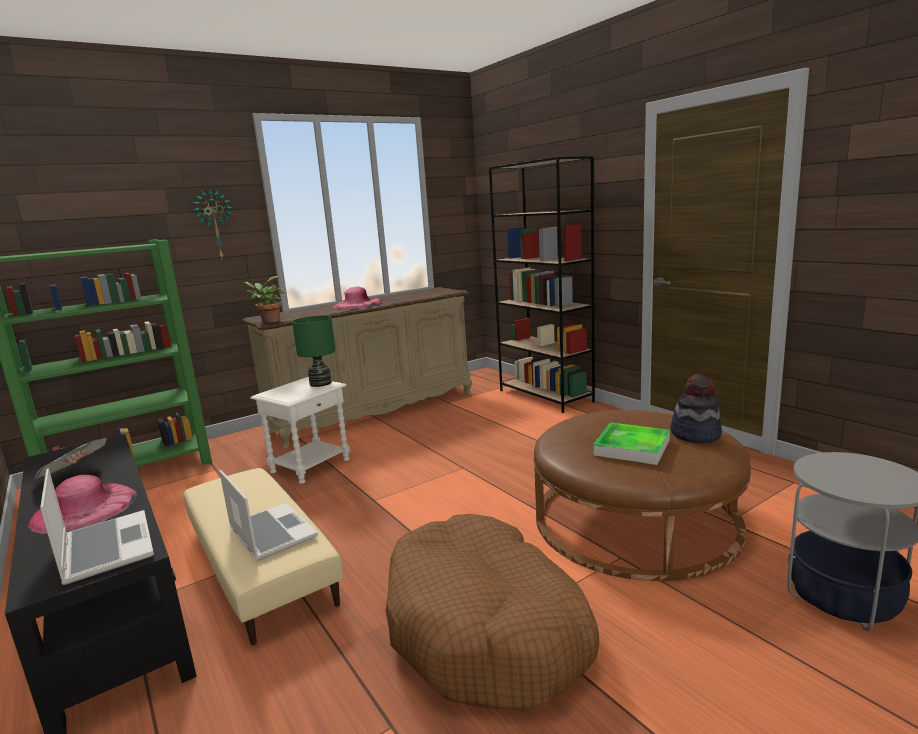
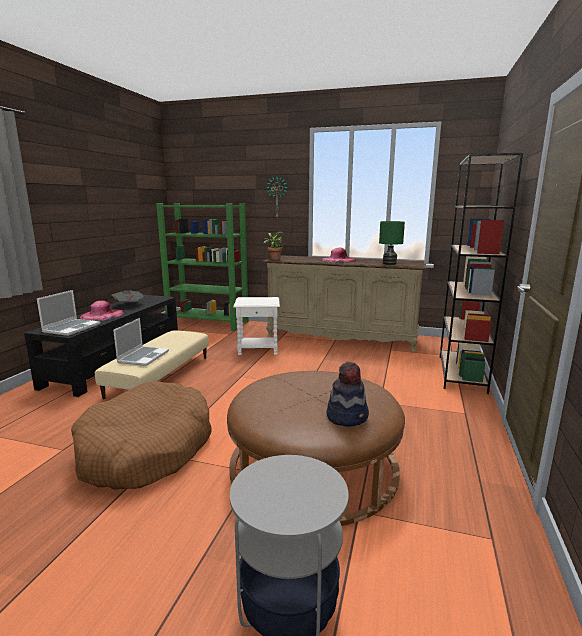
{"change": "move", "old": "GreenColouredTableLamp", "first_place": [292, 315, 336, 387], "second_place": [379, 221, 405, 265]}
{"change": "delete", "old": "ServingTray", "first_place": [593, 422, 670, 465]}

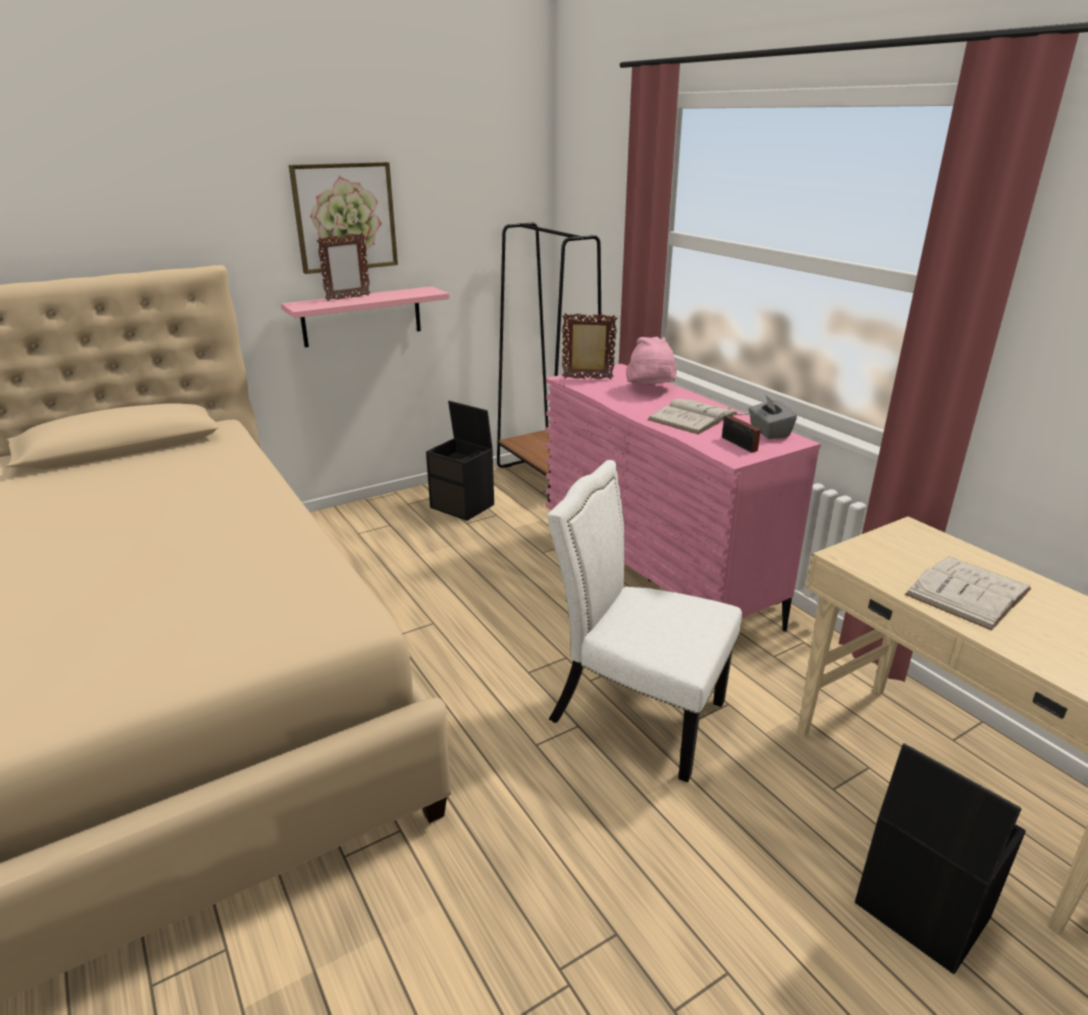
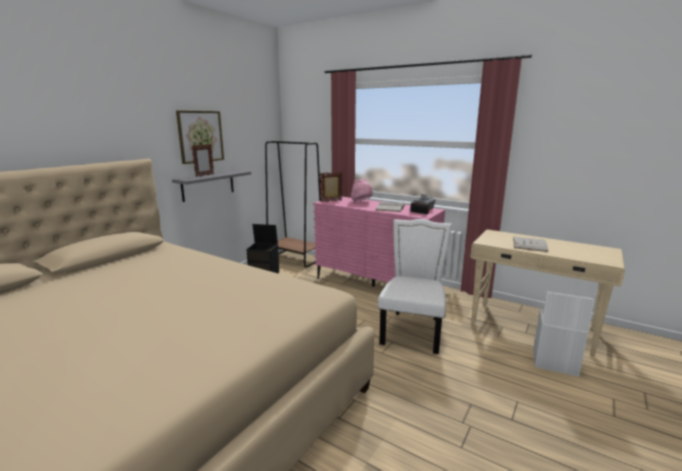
{"change": "recolor", "old": "PinkishWallShelf", "new": "GrayWallShelf", "first_place": [281, 286, 449, 347], "second_place": [172, 170, 251, 202]}
{"change": "rotate", "old": "WhitishChair", "first_place": [547, 460, 742, 782], "second_place": [378, 219, 452, 354], "degrees": 105}
{"change": "recolor", "old": "BlackStorageBox", "new": "WhitishStorageBox", "first_place": [855, 743, 1026, 974], "second_place": [533, 292, 594, 377]}

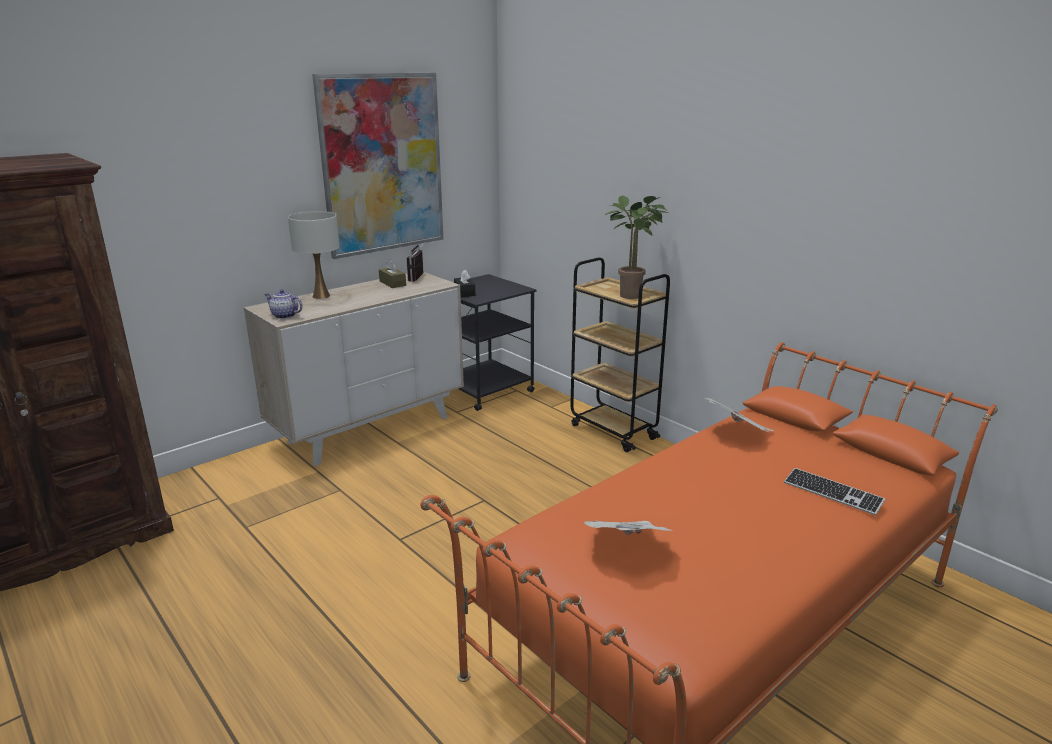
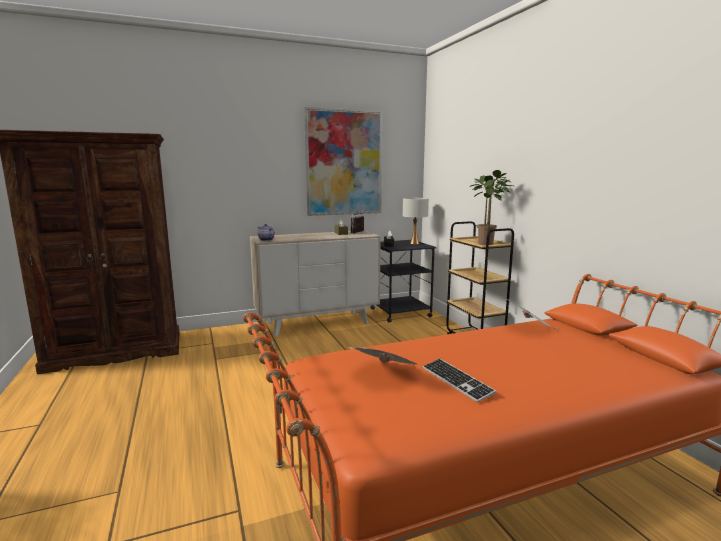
{"change": "move", "old": "WhitishTableLamp", "first_place": [288, 211, 340, 299], "second_place": [403, 198, 429, 244]}
{"change": "move", "old": "ComputerKeyboard", "first_place": [784, 468, 885, 515], "second_place": [423, 359, 496, 402]}

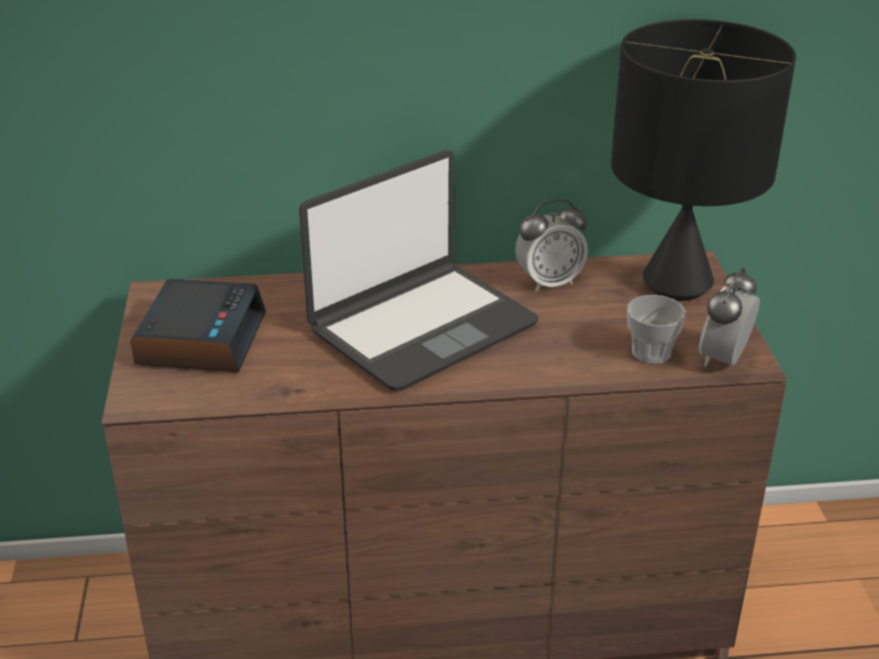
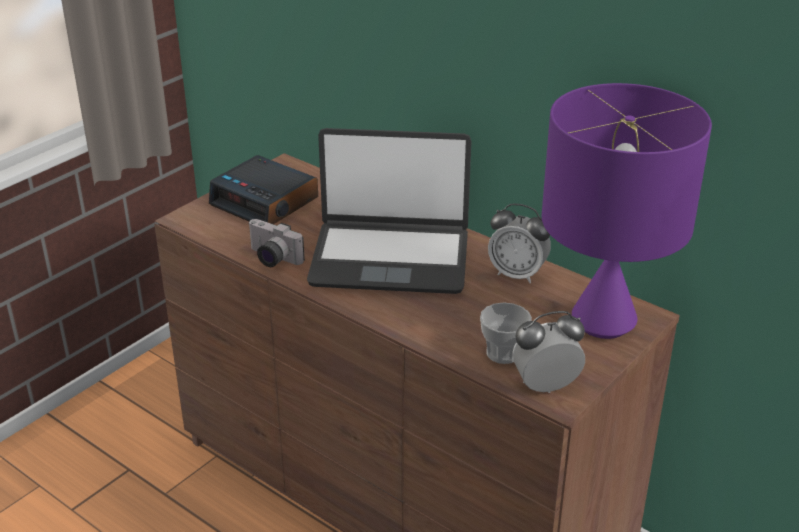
{"change": "rotate", "old": "AlarmClock", "first_place": [130, 279, 266, 372], "second_place": [209, 155, 318, 224], "degrees": 75}
{"change": "recolor", "old": "BlackTableLamp", "new": "PurpleTableLamp", "first_place": [611, 19, 796, 301], "second_place": [542, 83, 712, 339]}
{"change": "insert", "new": "StillCamera", "second_place": [248, 219, 305, 267]}

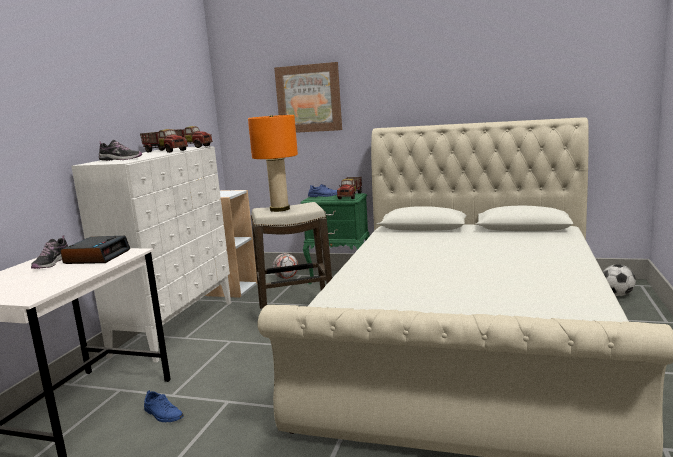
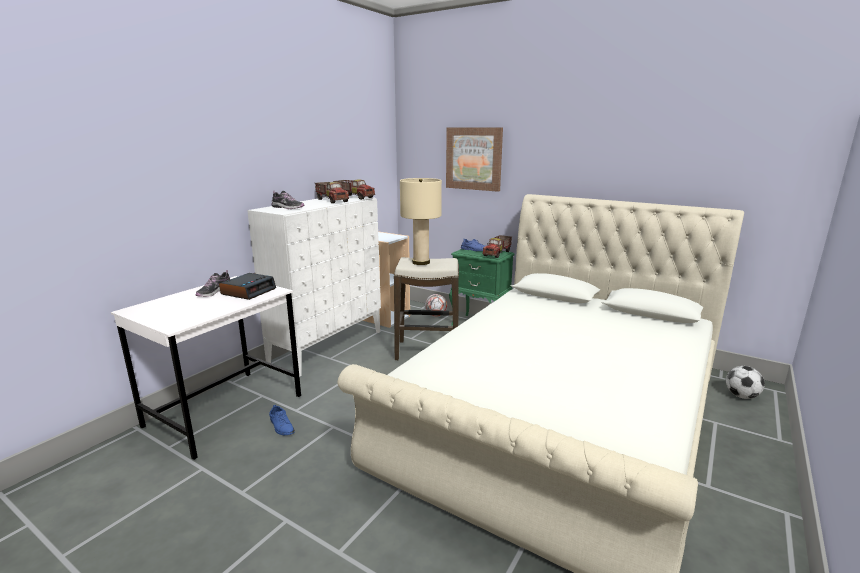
{"change": "recolor", "old": "OrangeyTableLamp", "new": "BeigeTableLamp", "first_place": [248, 115, 298, 212], "second_place": [400, 178, 442, 265]}

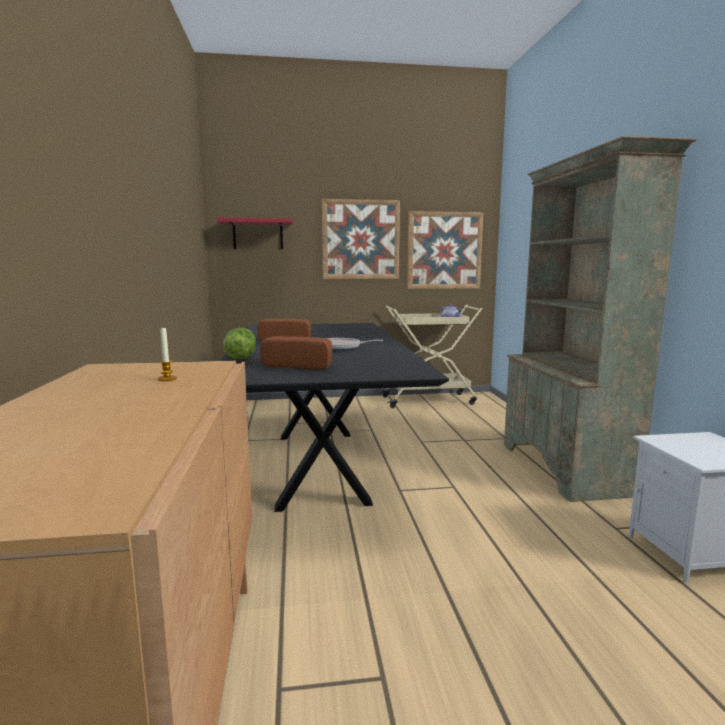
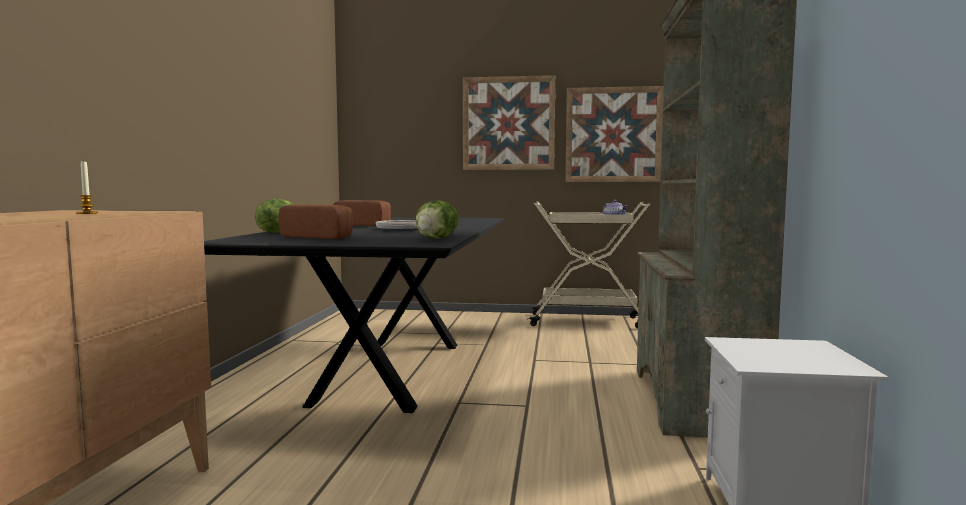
{"change": "delete", "old": "RedWallShelf", "first_place": [217, 217, 293, 249]}
{"change": "insert", "new": "HeadOfLettuce", "second_place": [416, 200, 458, 239]}

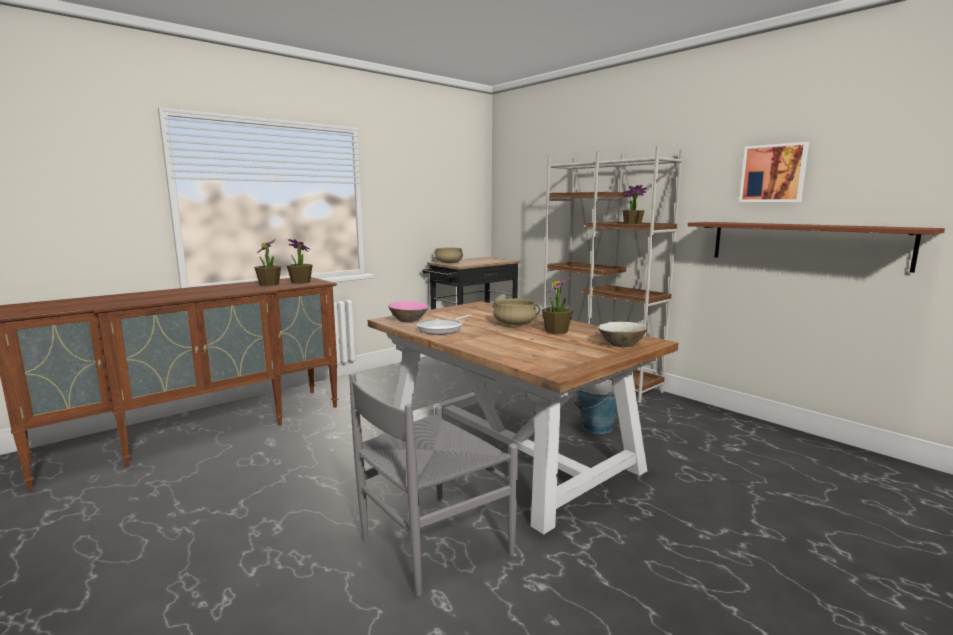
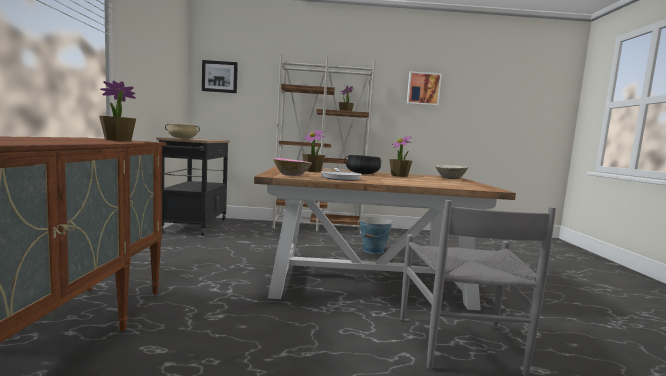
{"change": "move", "old": "Houseplant", "first_place": [254, 239, 281, 286], "second_place": [302, 130, 325, 172]}
{"change": "recolor", "old": "BeigeSaucepot", "new": "BlackSaucepot", "first_place": [493, 298, 540, 325], "second_place": [344, 155, 381, 174]}
{"change": "delete", "old": "BrownWallShelf", "first_place": [688, 222, 945, 273]}
{"change": "insert", "new": "WallArt", "second_place": [202, 60, 238, 93]}

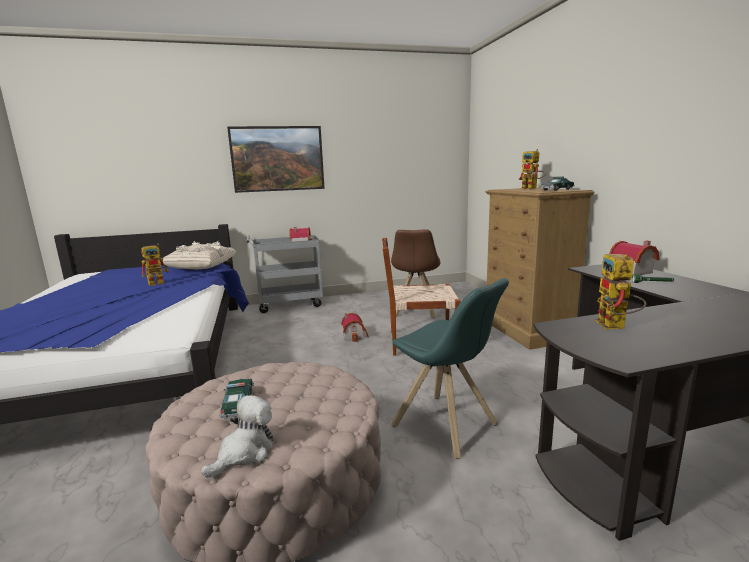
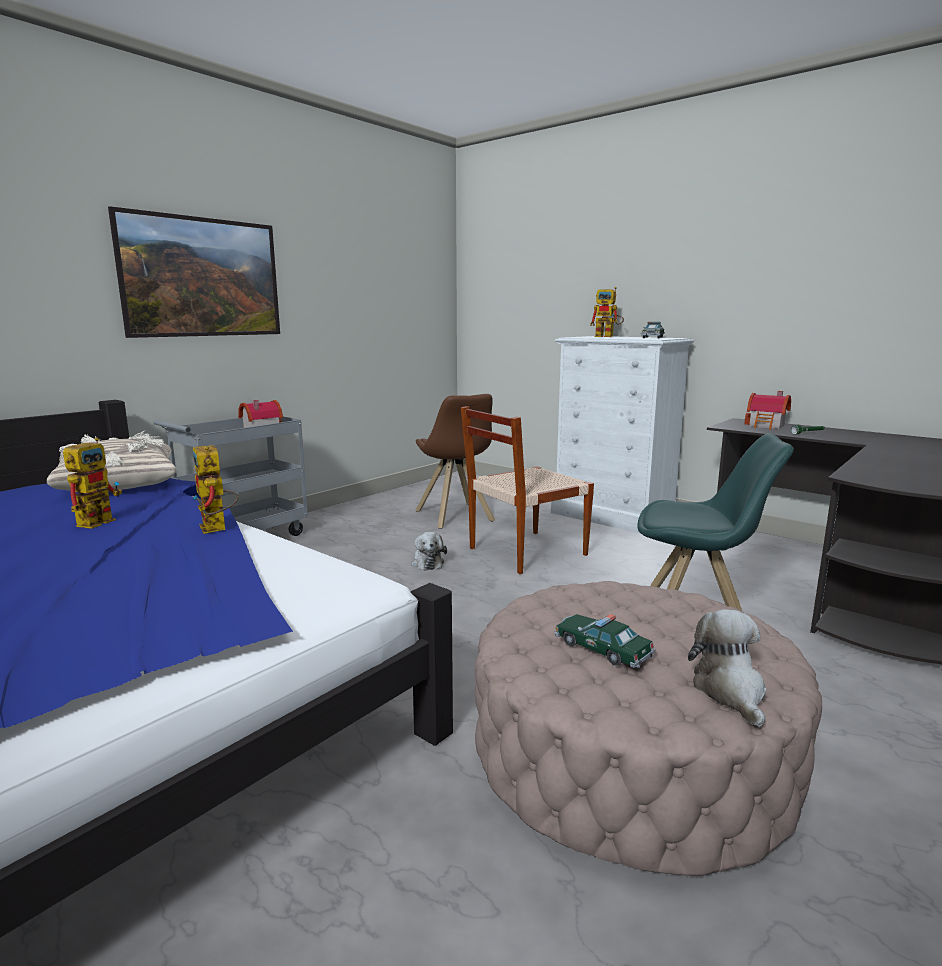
{"change": "replace", "old": "MiniatureHouse", "new": "CuddlyToy", "first_place": [341, 313, 369, 342], "second_place": [411, 532, 447, 570]}
{"change": "recolor", "old": "BrownChestOfDrawers", "new": "WhitishChestOfDrawers", "first_place": [485, 188, 594, 350], "second_place": [551, 336, 694, 534]}
{"change": "move", "old": "ModelRobot", "first_place": [595, 254, 646, 329], "second_place": [193, 445, 238, 534]}

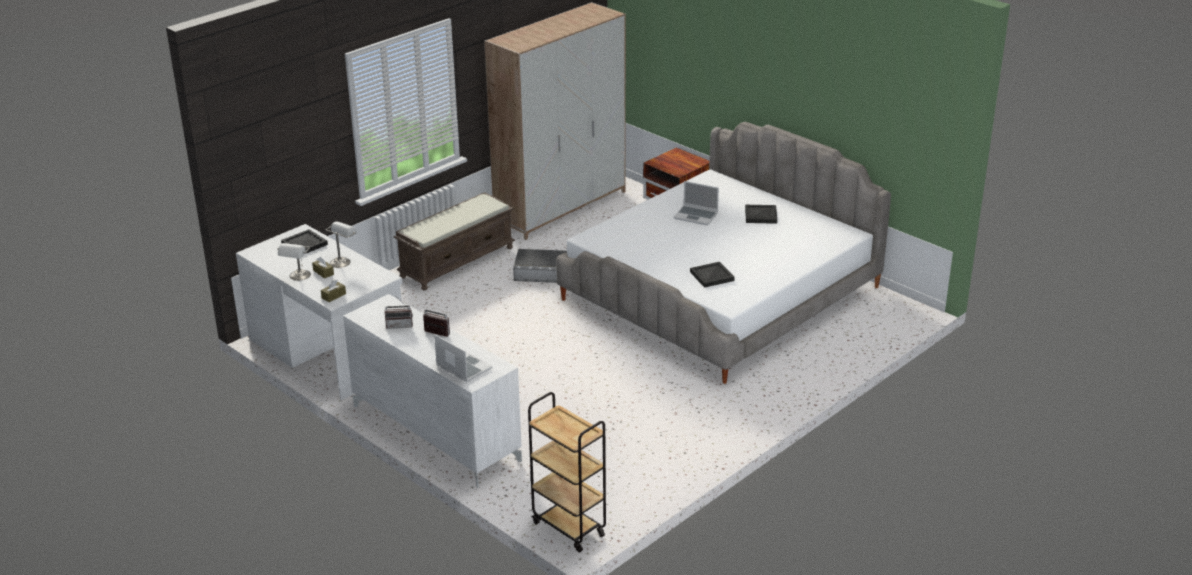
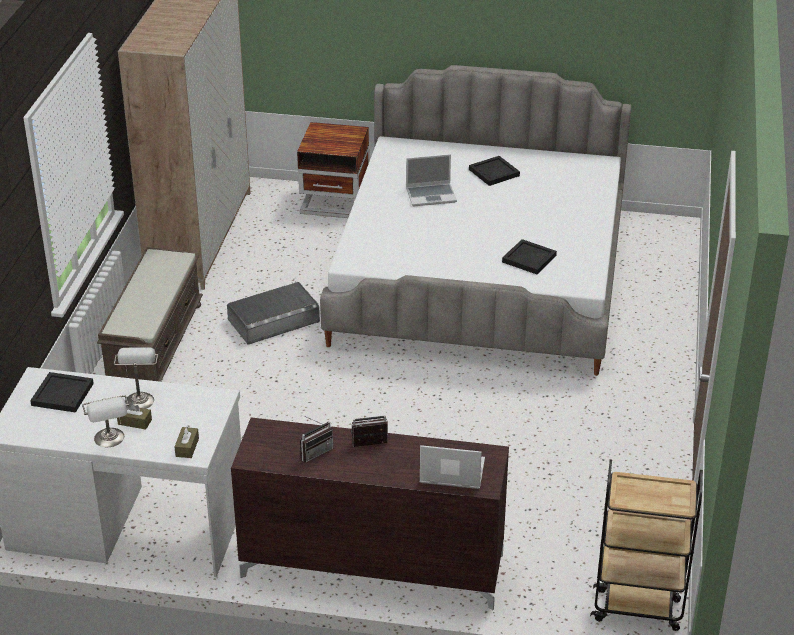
{"change": "recolor", "old": "WhitishChestOfDrawers", "new": "BrownChestOfDrawers", "first_place": [343, 294, 522, 488], "second_place": [231, 417, 509, 610]}

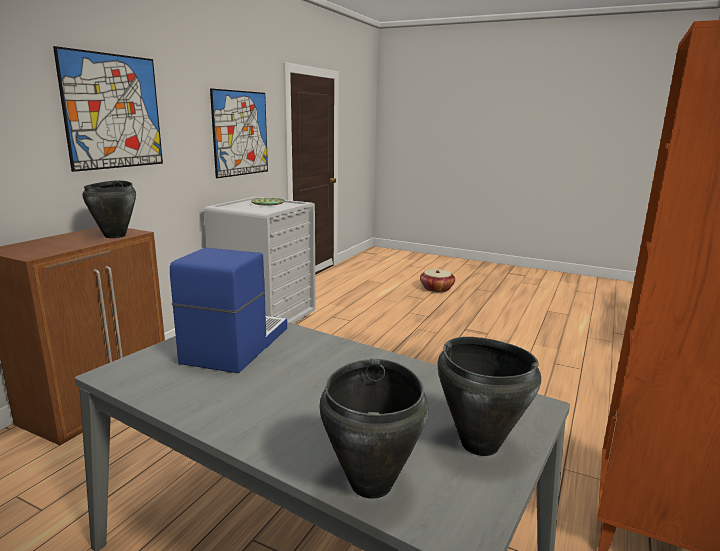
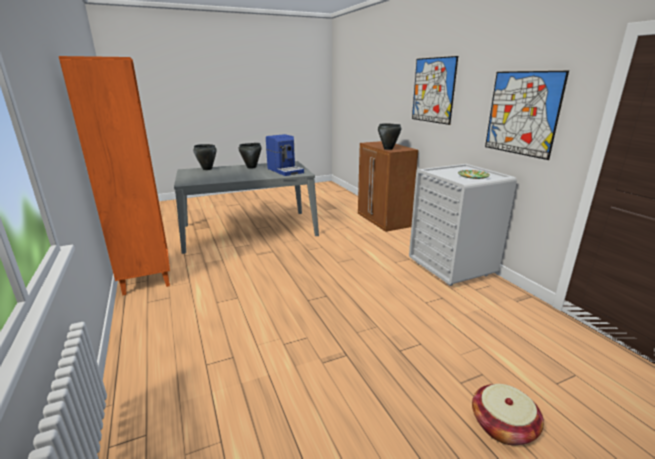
{"change": "move", "old": "BlackSaucepot", "first_place": [437, 337, 541, 456], "second_place": [239, 143, 262, 169]}

